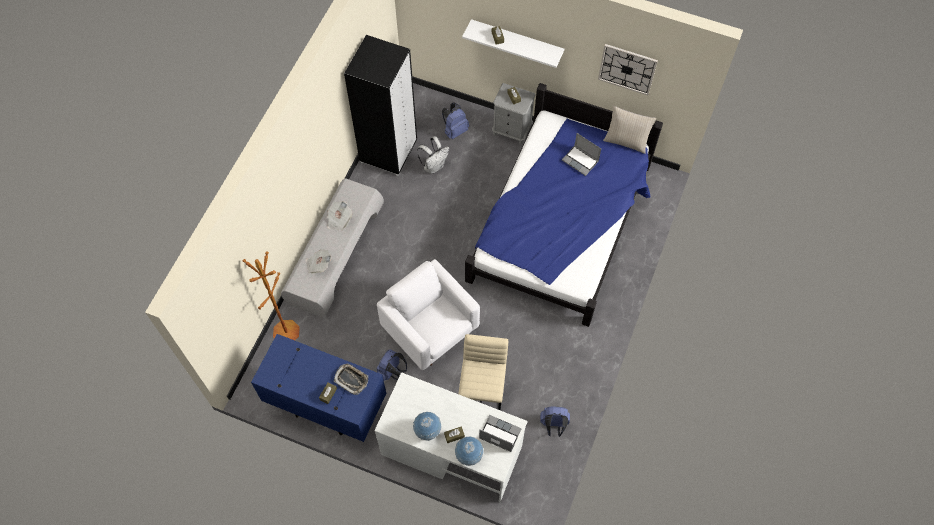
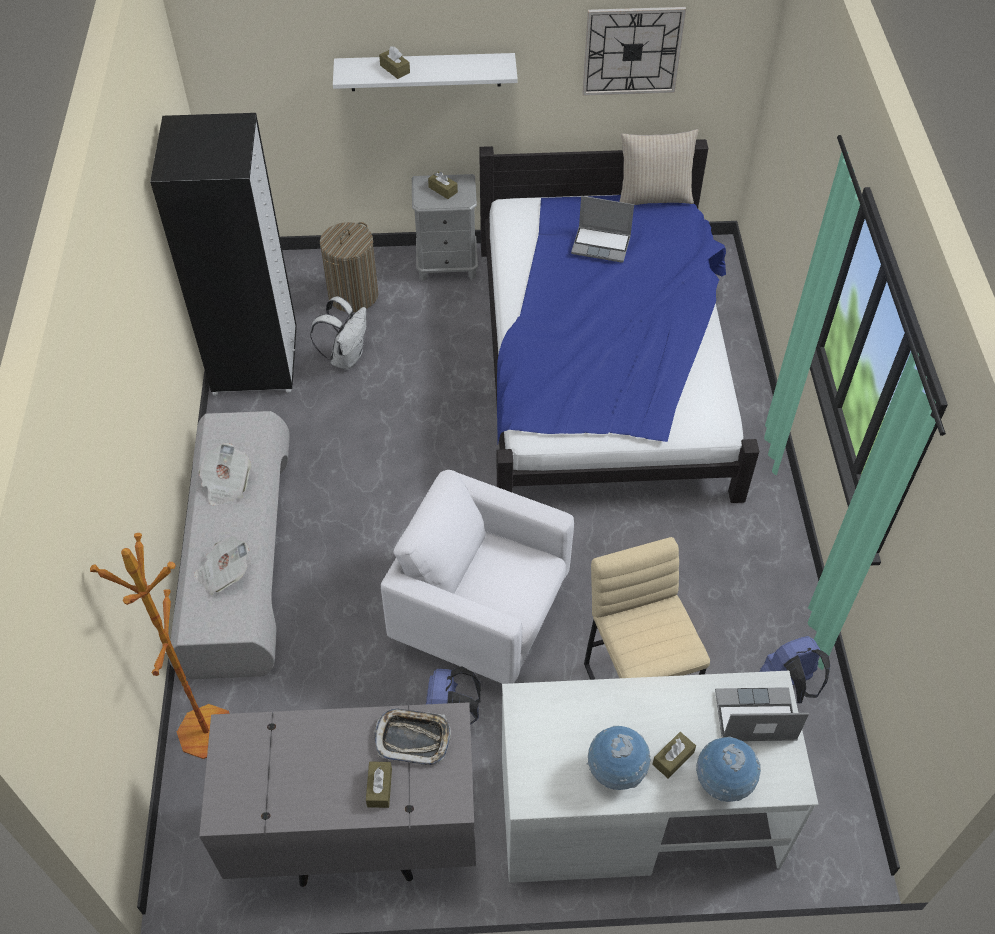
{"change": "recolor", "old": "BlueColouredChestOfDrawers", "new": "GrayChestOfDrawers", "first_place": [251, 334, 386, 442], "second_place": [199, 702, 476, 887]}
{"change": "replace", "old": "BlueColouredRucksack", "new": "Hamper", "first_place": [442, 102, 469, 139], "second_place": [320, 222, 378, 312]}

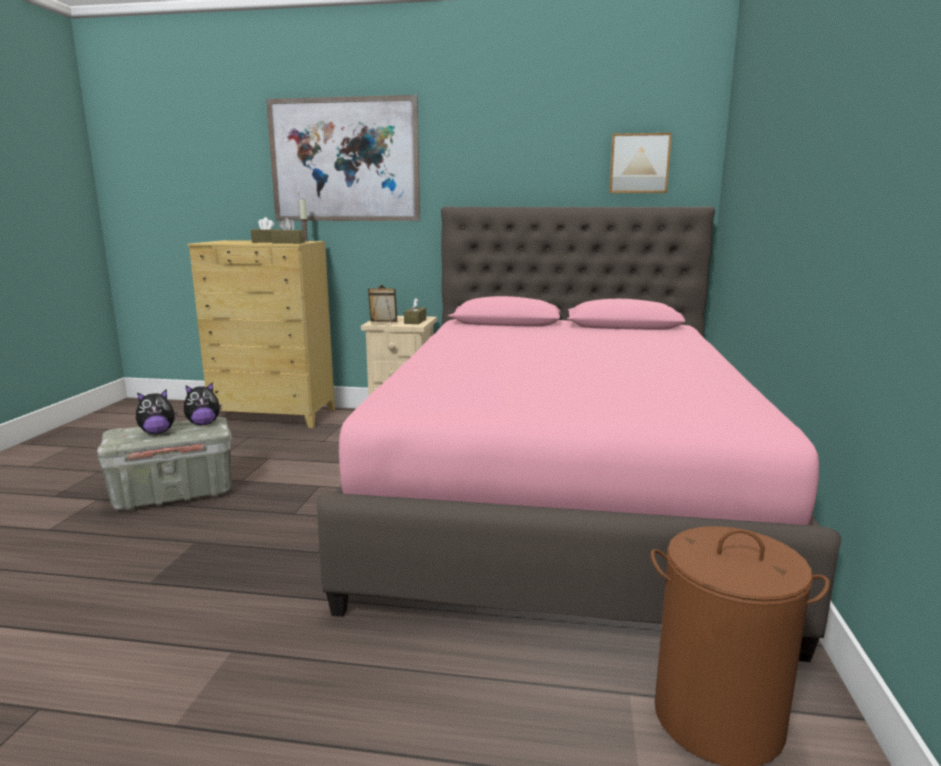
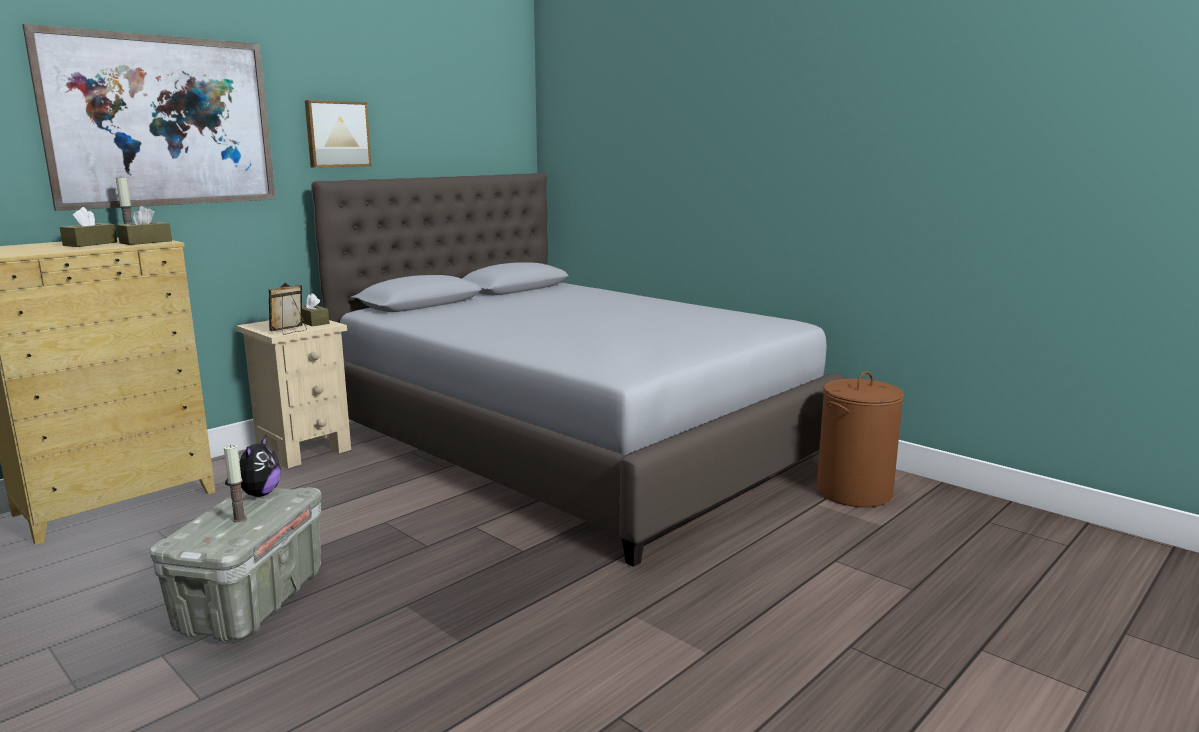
{"change": "replace", "old": "CuddlyToy", "new": "WaxLight", "first_place": [136, 389, 178, 434], "second_place": [224, 445, 247, 522]}
{"change": "recolor", "old": "PinkishSleepingBed", "new": "GraySleepingBed", "first_place": [317, 206, 841, 662], "second_place": [311, 173, 846, 567]}
{"change": "move", "old": "WallArt", "first_place": [609, 133, 672, 193], "second_place": [305, 100, 372, 168]}

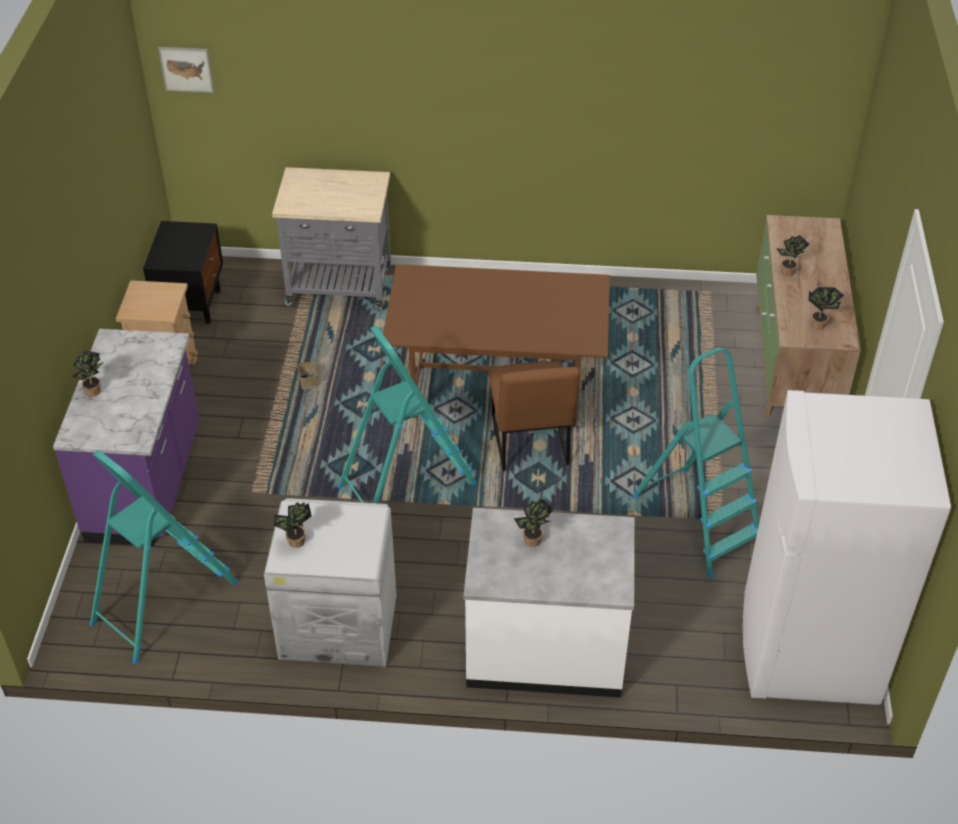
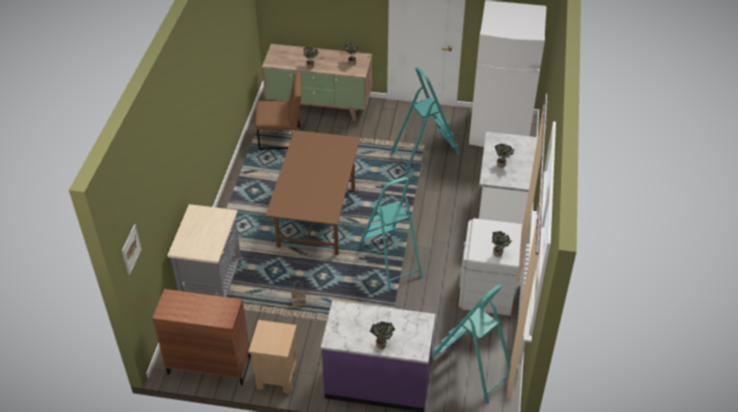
{"change": "replace", "old": "BlackBedsideTable", "new": "BrownChestOfDrawers", "first_place": [143, 221, 223, 324], "second_place": [152, 289, 251, 385]}
{"change": "move", "old": "BrownChair", "first_place": [488, 361, 580, 471], "second_place": [255, 72, 301, 150]}

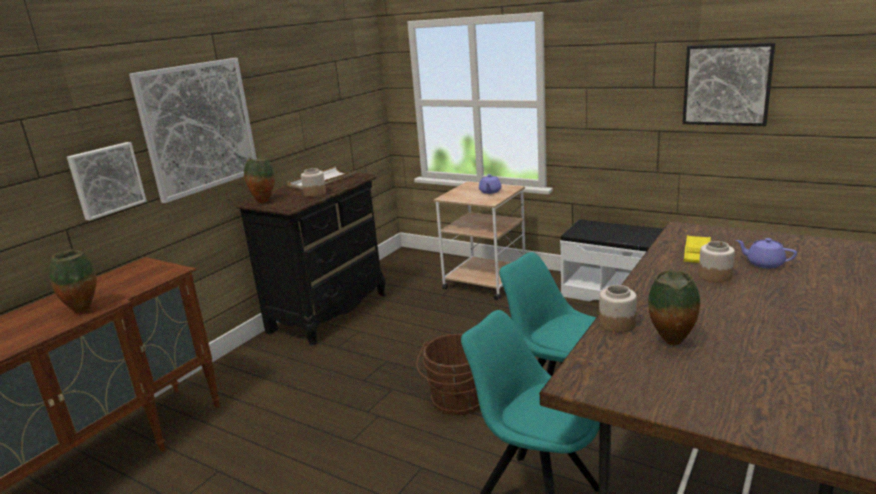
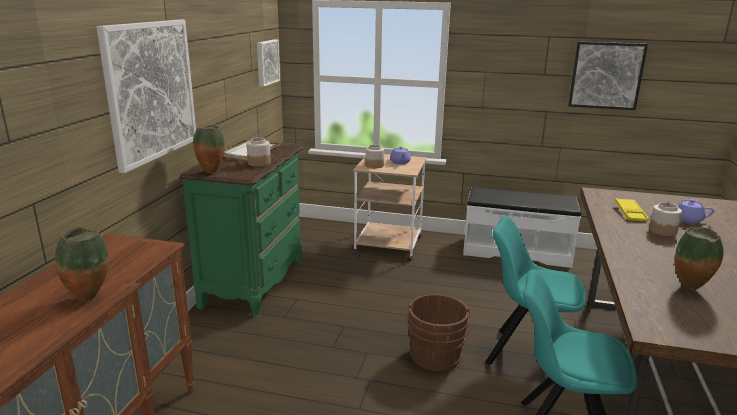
{"change": "move", "old": "WallArt", "first_place": [67, 142, 147, 220], "second_place": [257, 39, 280, 87]}
{"change": "recolor", "old": "BlackChestOfDrawers", "new": "GreenColouredChestOfDrawers", "first_place": [236, 171, 386, 345], "second_place": [180, 140, 303, 317]}
{"change": "move", "old": "StorageJar", "first_place": [599, 285, 637, 333], "second_place": [365, 145, 384, 168]}

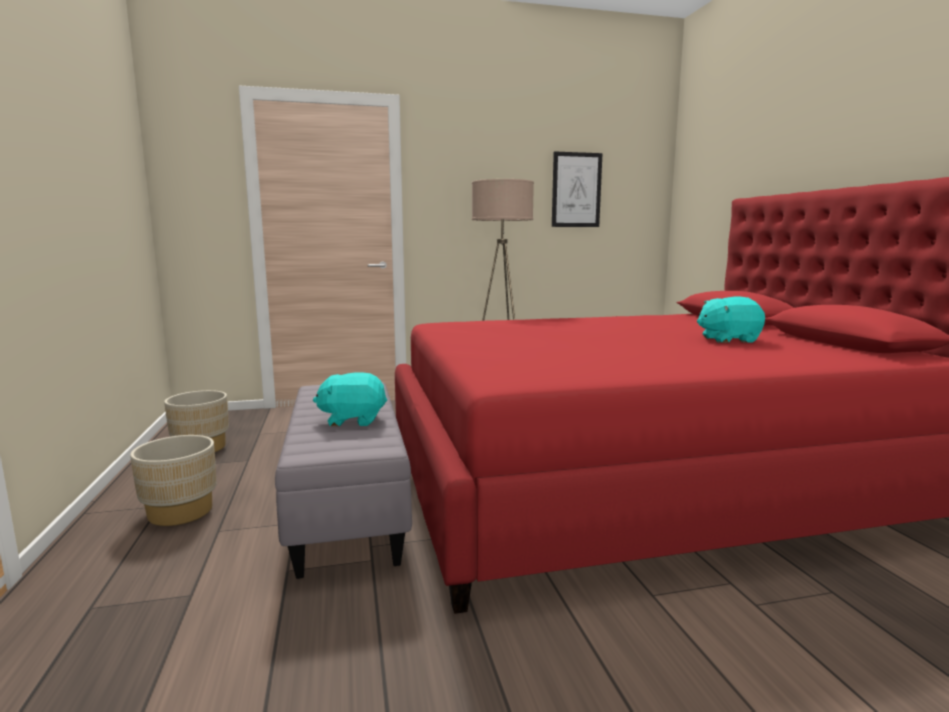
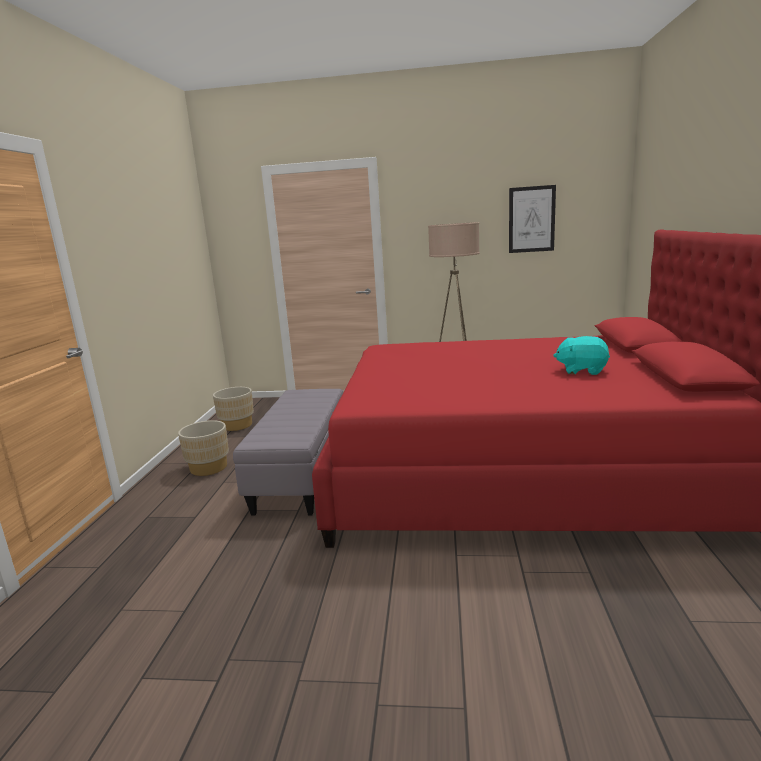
{"change": "delete", "old": "TurquoiseCuddlyToy", "first_place": [313, 372, 387, 426]}

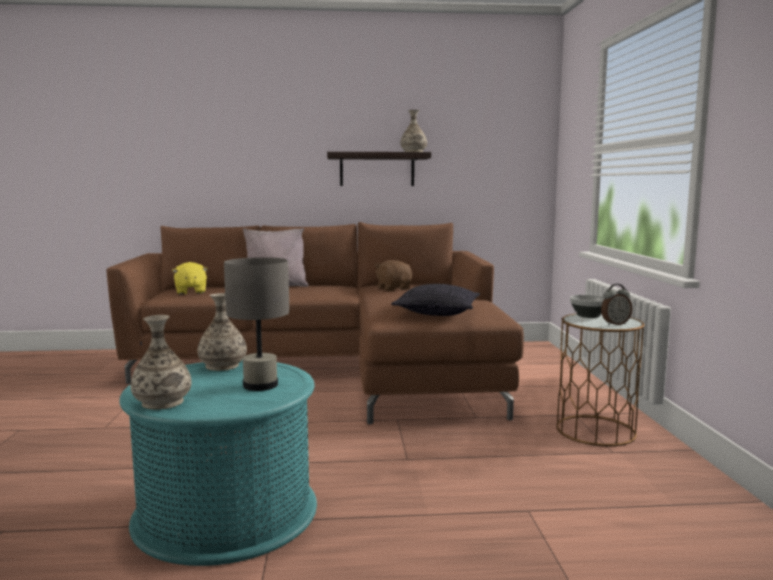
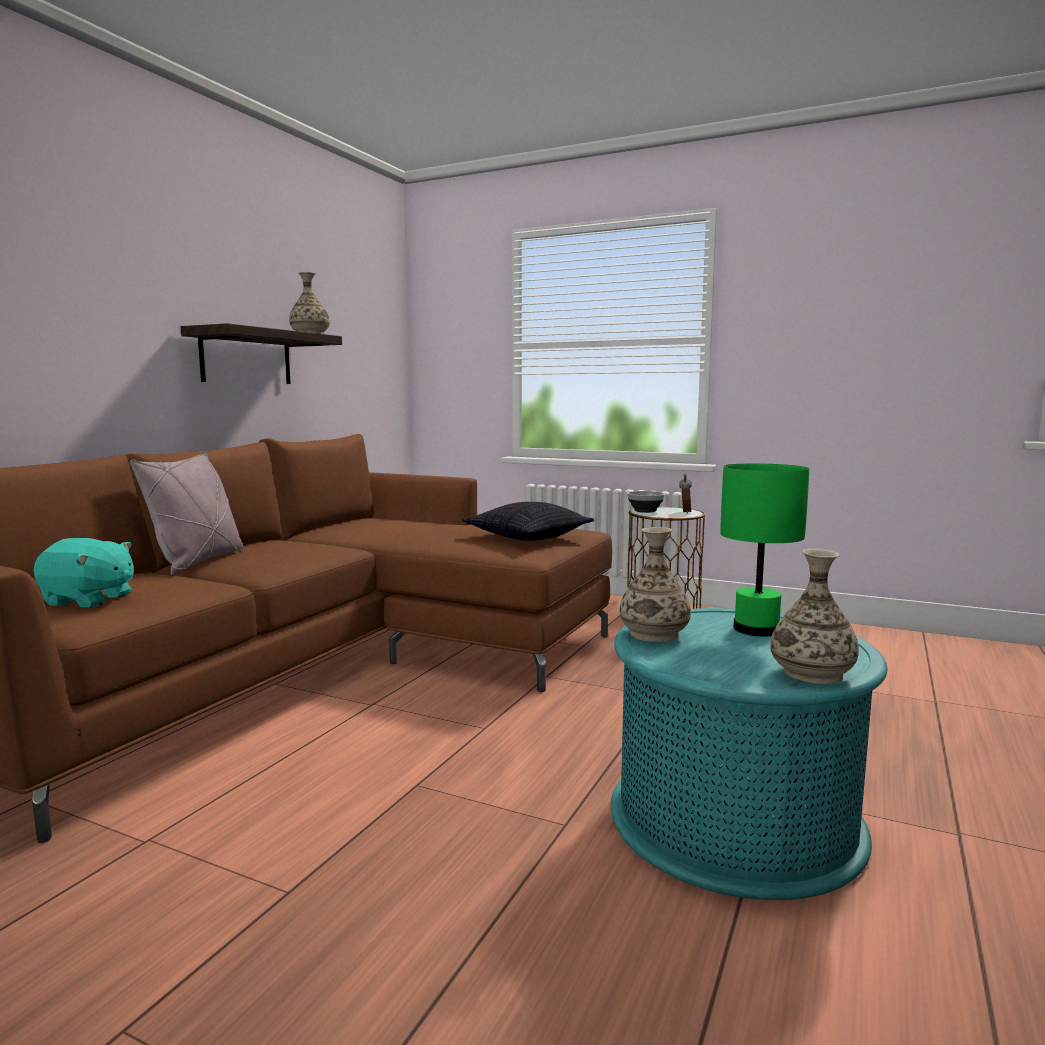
{"change": "recolor", "old": "YellowCuddlyToy", "new": "TurquoiseCuddlyToy", "first_place": [172, 262, 208, 295], "second_place": [34, 538, 134, 608]}
{"change": "recolor", "old": "GrayTableLamp", "new": "GreenColouredTableLamp", "first_place": [224, 257, 289, 391], "second_place": [720, 463, 809, 637]}
{"change": "delete", "old": "BrownCuddlyToy", "first_place": [374, 260, 412, 291]}

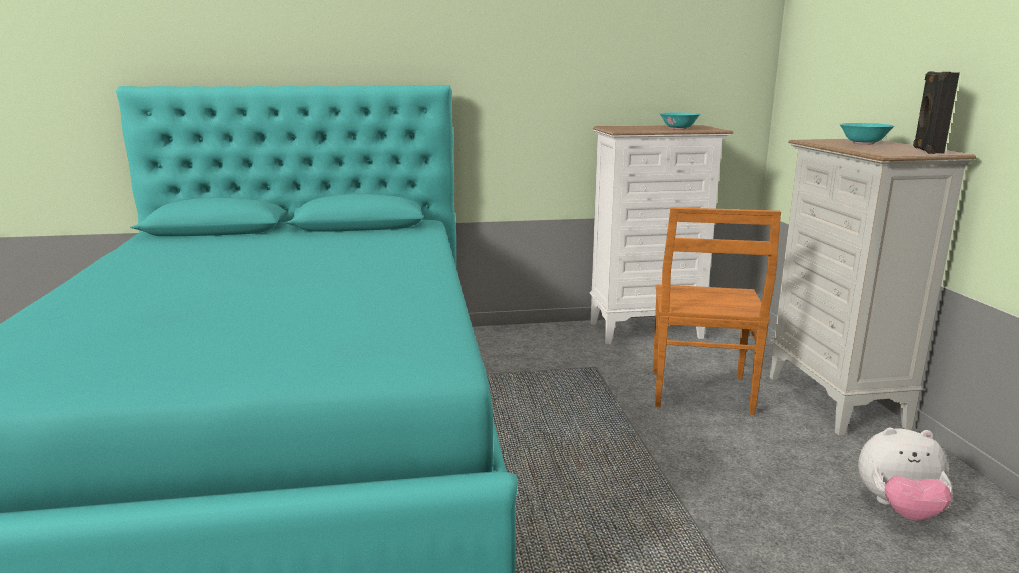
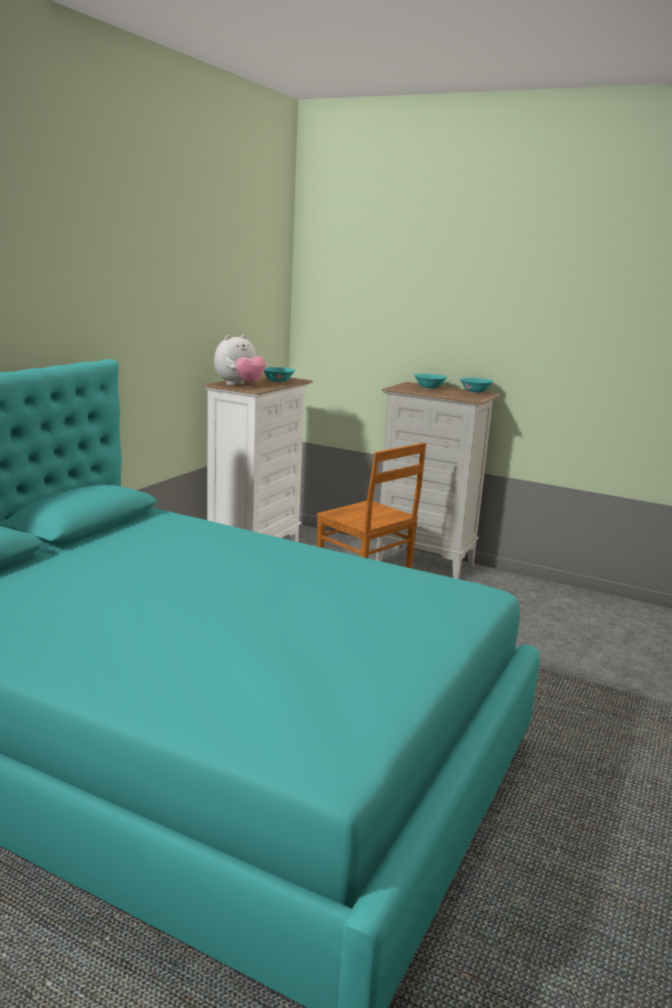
{"change": "move", "old": "CuddlyToy", "first_place": [858, 428, 952, 521], "second_place": [214, 335, 266, 385]}
{"change": "replace", "old": "BlackSpeaker", "new": "TurquoiseServingBowl", "first_place": [913, 71, 960, 154], "second_place": [460, 378, 493, 394]}

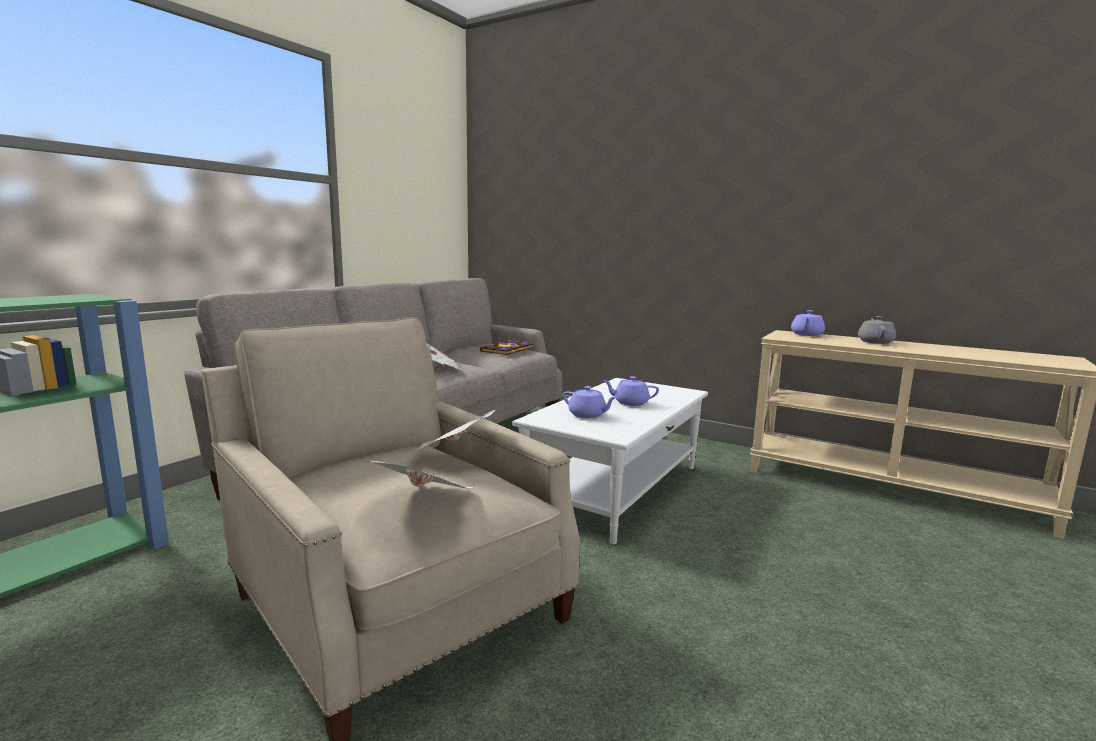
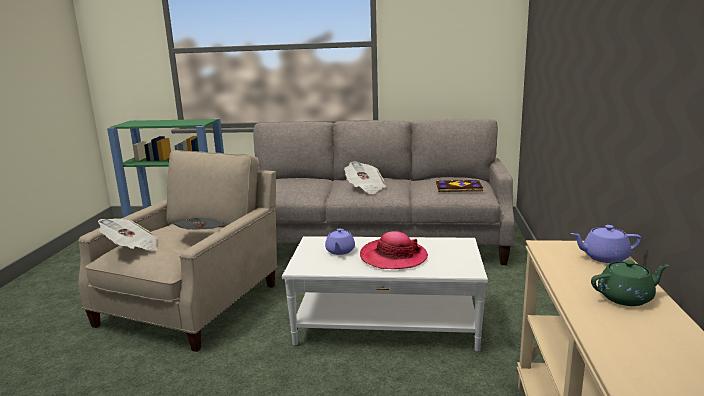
{"change": "replace", "old": "PurpleTeaPot", "new": "ClothingHat", "first_place": [603, 376, 659, 406], "second_place": [360, 231, 428, 269]}
{"change": "recolor", "old": "GrayTeaPot", "new": "GreenColouredTeaPot", "first_place": [858, 316, 896, 344], "second_place": [591, 260, 669, 306]}

